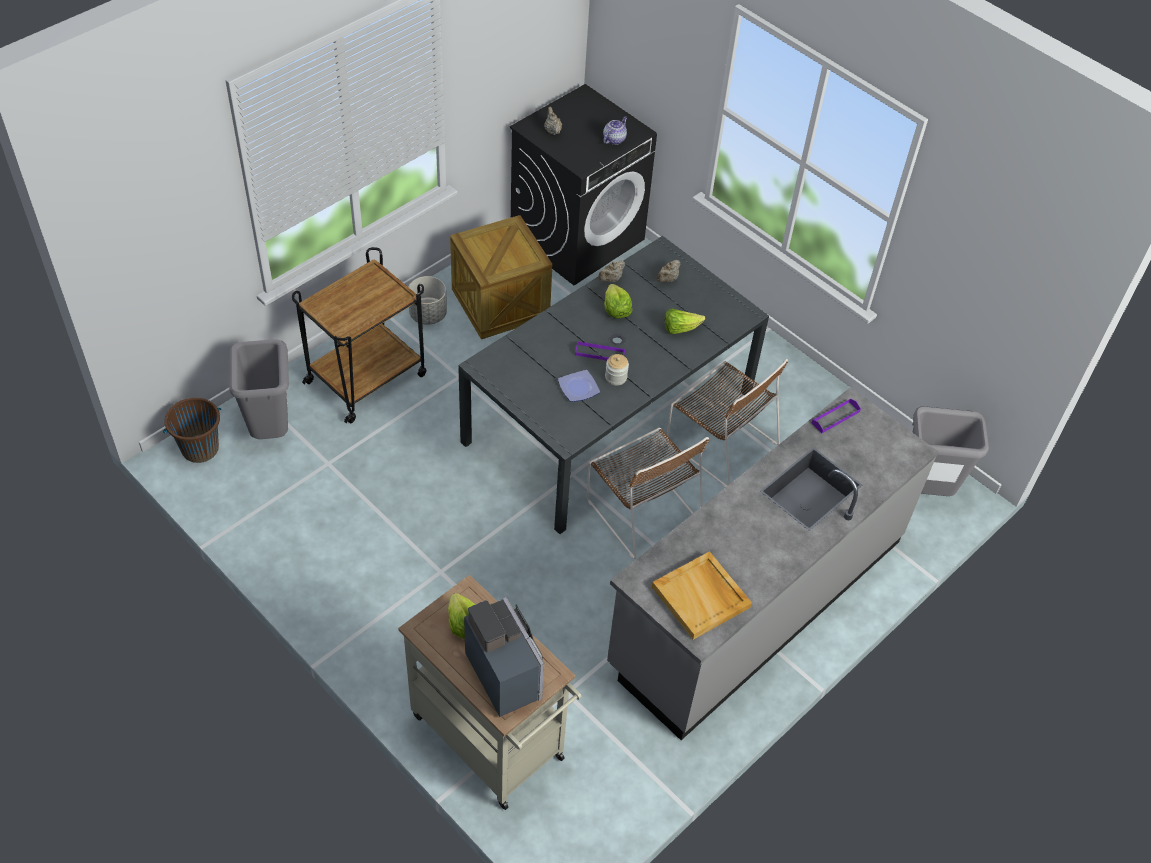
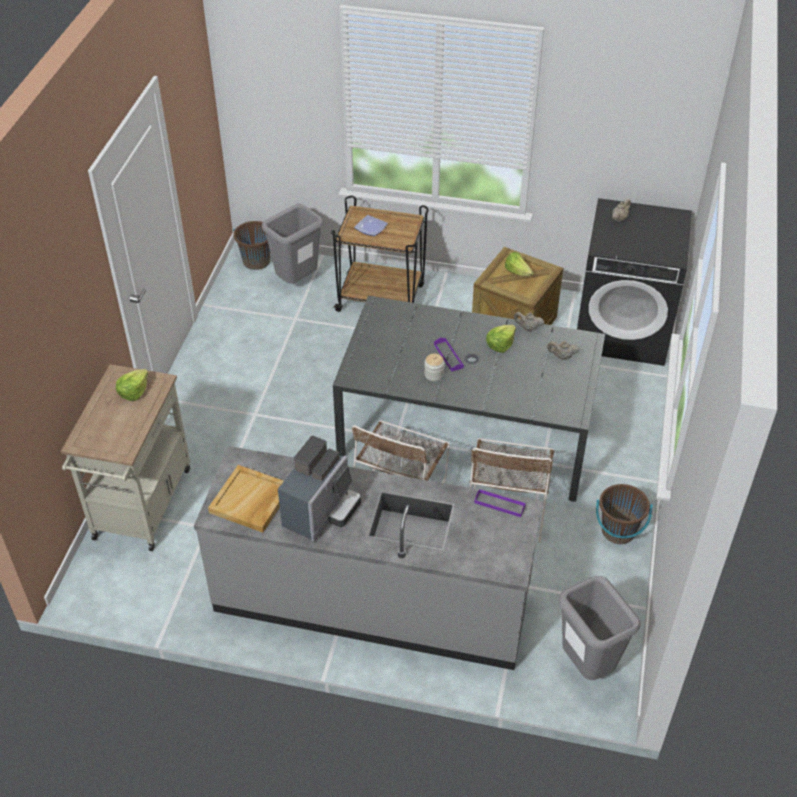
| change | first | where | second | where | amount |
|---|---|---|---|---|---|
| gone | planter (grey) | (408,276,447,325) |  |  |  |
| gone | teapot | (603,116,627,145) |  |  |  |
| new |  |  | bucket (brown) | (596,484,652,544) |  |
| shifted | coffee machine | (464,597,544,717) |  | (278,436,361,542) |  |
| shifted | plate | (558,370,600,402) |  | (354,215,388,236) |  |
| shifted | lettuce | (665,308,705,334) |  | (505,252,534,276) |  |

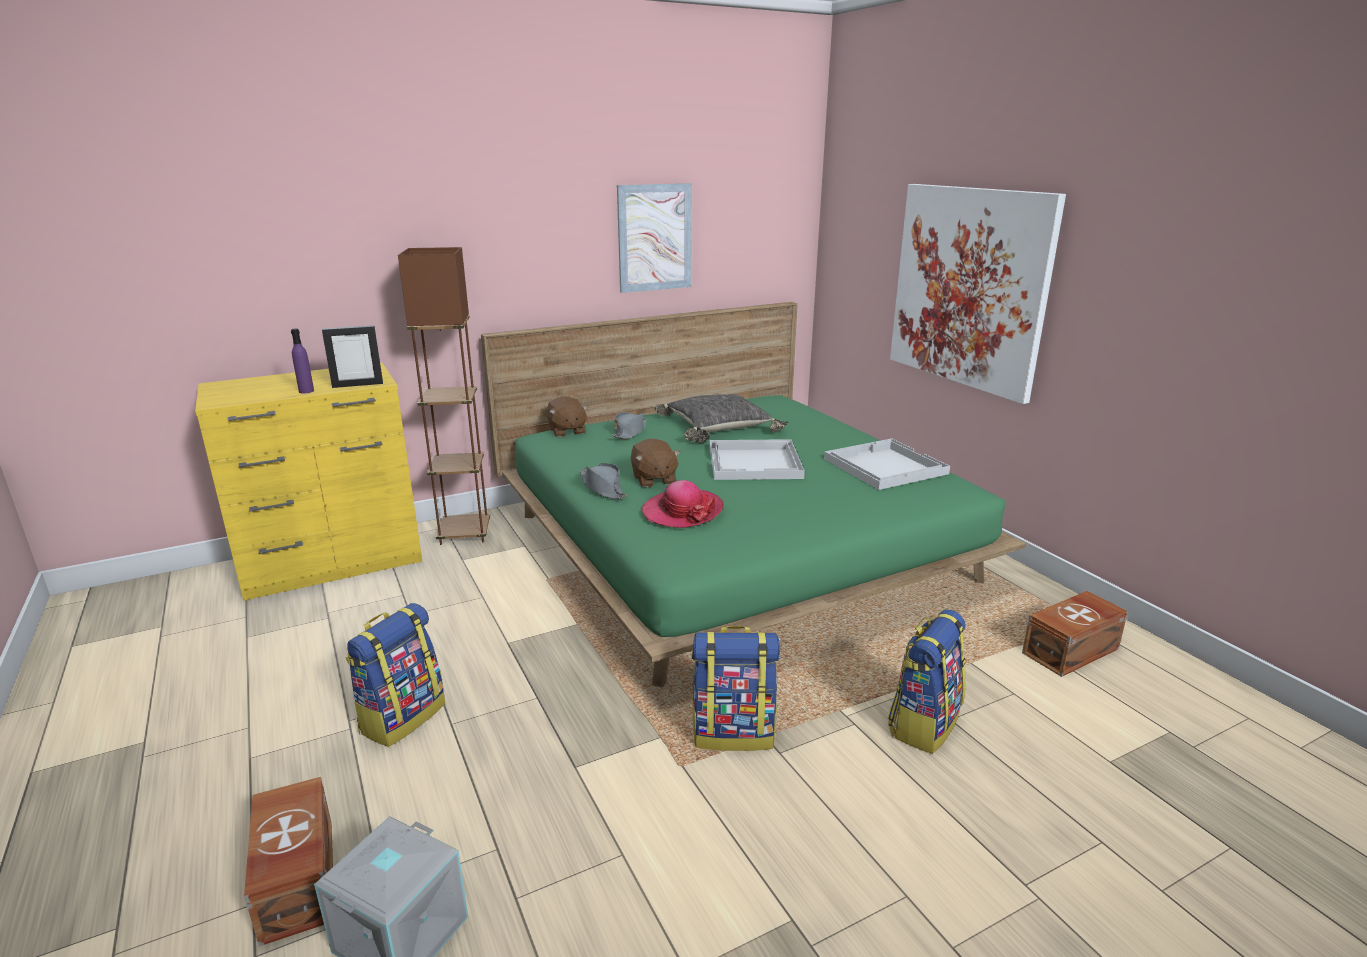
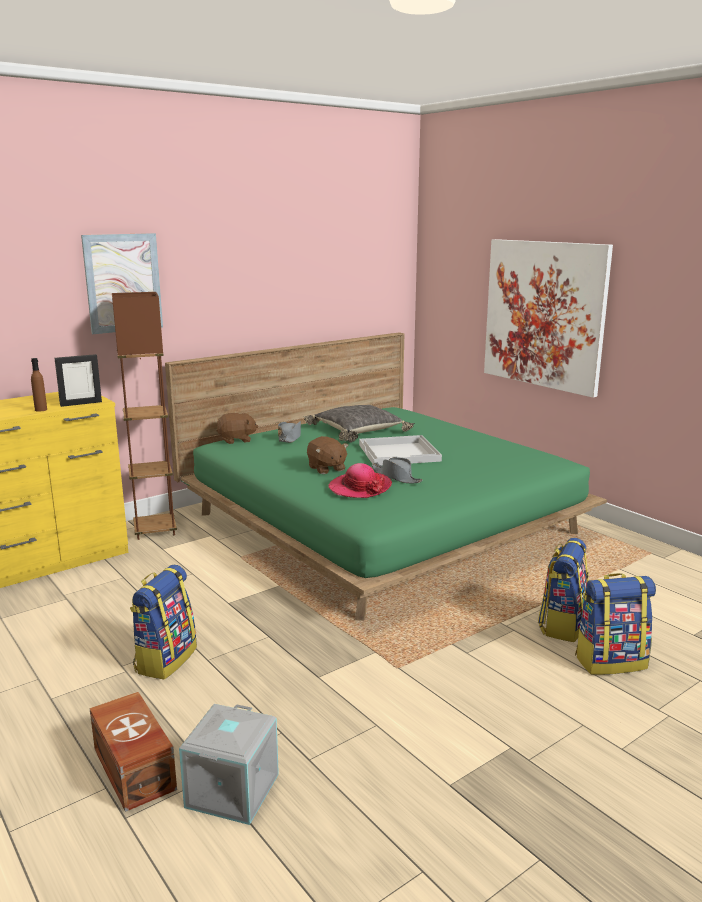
| change | first | where | second | where | amount |
|---|---|---|---|---|---|
| gone | tray (white) | (824,438,950,490) |  |  |  |
| gone | storage box (brown) | (1022,591,1128,677) |  |  |  |
| shifted | hat (grey) | (580,463,627,499) |  | (371,457,423,483) |  |
| shifted | picture | (617,183,692,293) |  | (81,233,163,334) |  |
| shifted | backpack | (692,626,780,751) |  | (575,573,656,675) |  |
| repainted | bottle (purple) | (291,328,314,394) | bottle (brown) | (31,358,47,412) |  |
| rotated | plush toy (brown) | (547,396,588,437) |  | (216,413,258,444) | 75 degrees counterclockwise |

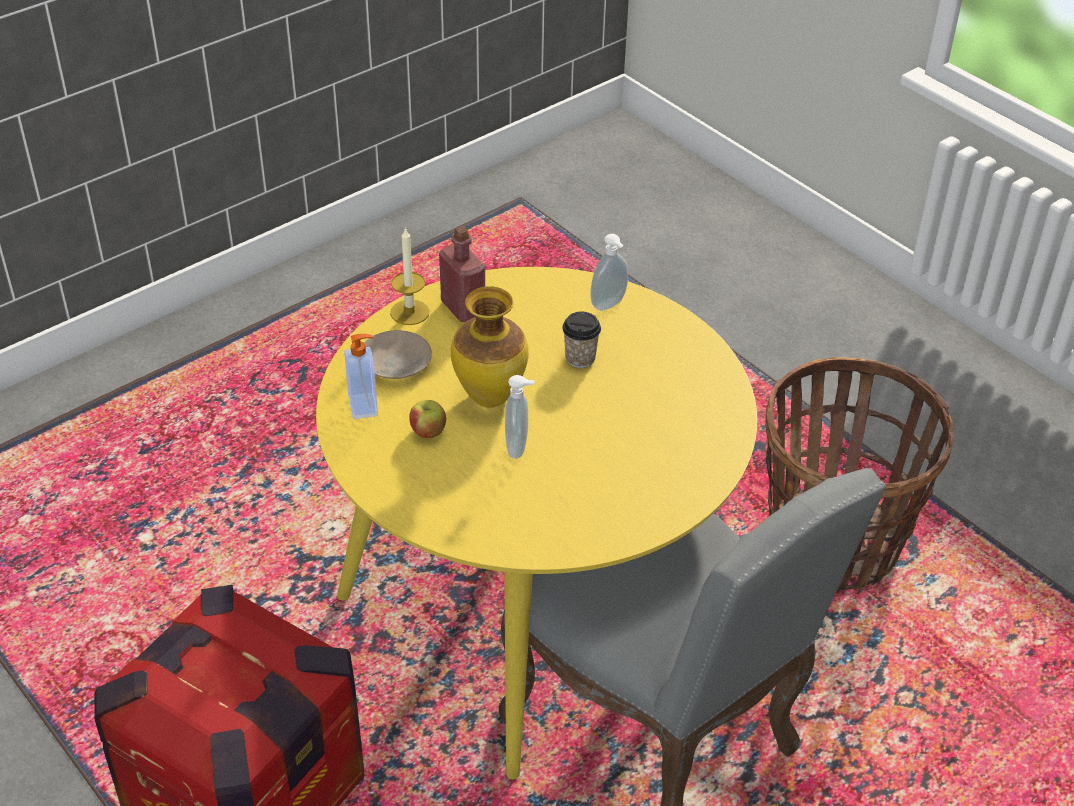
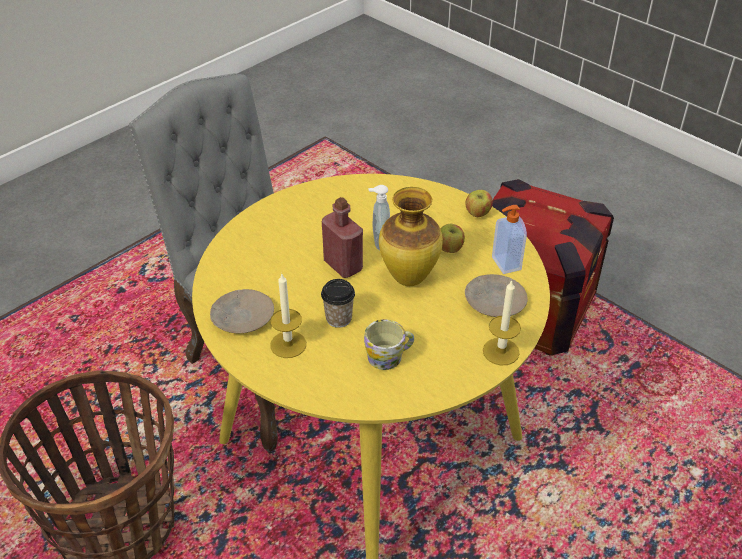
| change | first | where | second | where | amount |
|---|---|---|---|---|---|
| gone | soap dispenser | (590,234,628,311) |  |  |  |
| new |  |  | plate (beige) | (210,289,274,333) |  |
| new |  |  | candle | (270,274,306,358) |  |
| new |  |  | mug | (364,319,414,370) |  |
| new |  |  | apple | (465,190,493,217) |  |
| shifted | bottle (red) | (439,226,485,322) |  | (322,197,363,278) |  |

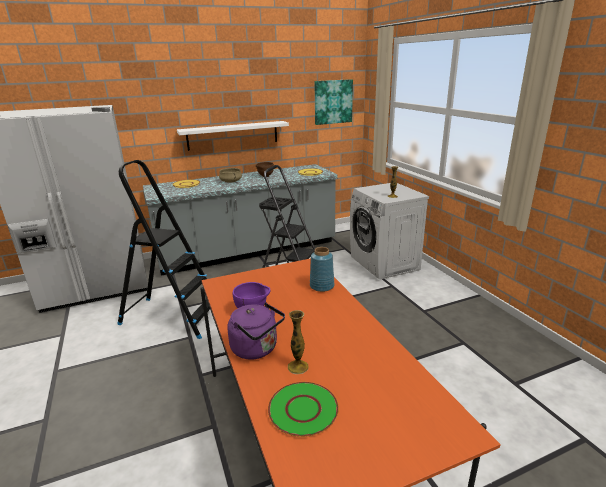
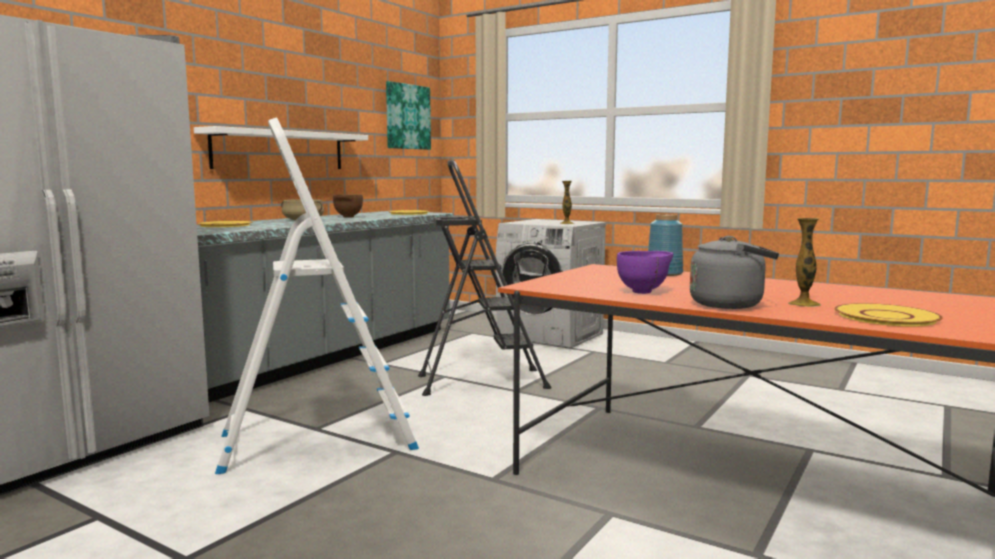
| change | first | where | second | where | amount |
|---|---|---|---|---|---|
| repainted | step ladder (black) | (117,160,210,339) | step ladder (white) | (215,118,419,474) |  |
| repainted | kettle (purple) | (227,302,285,360) | kettle (grey) | (690,236,779,309) |  |
| repainted | plate (green) | (268,382,339,437) | plate (yellow) | (835,303,943,327) |  |

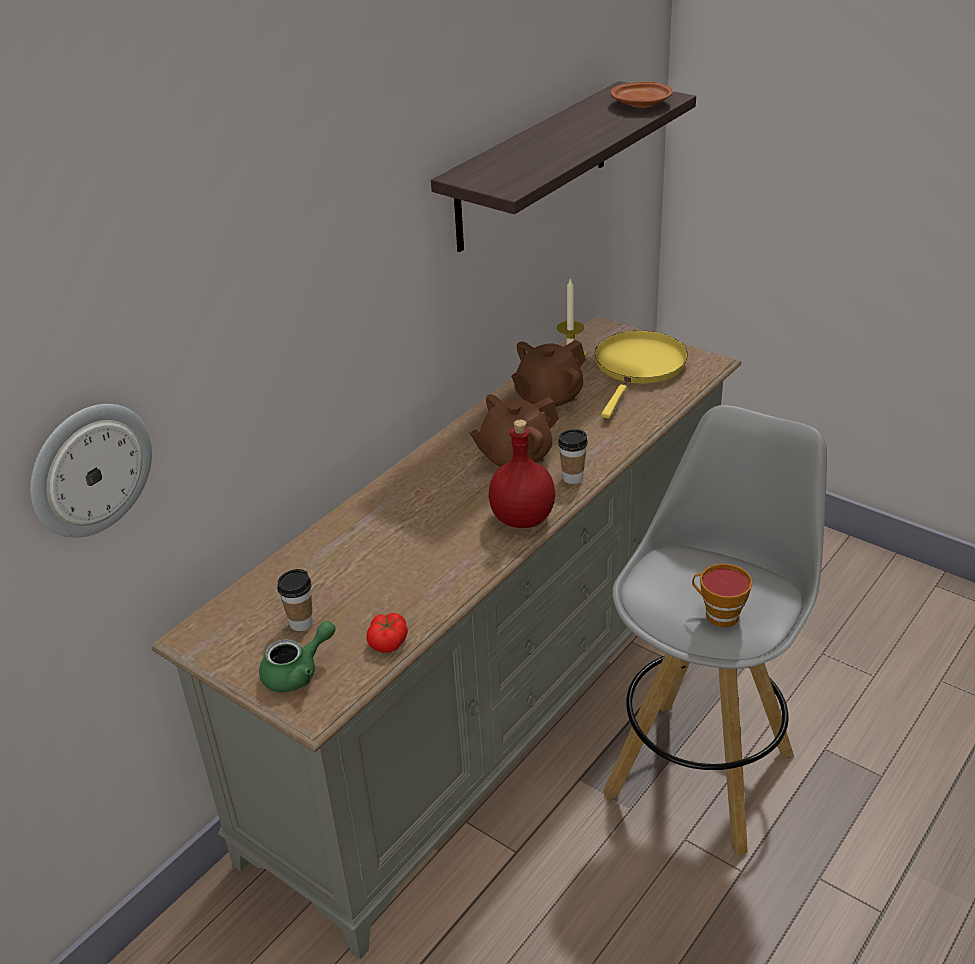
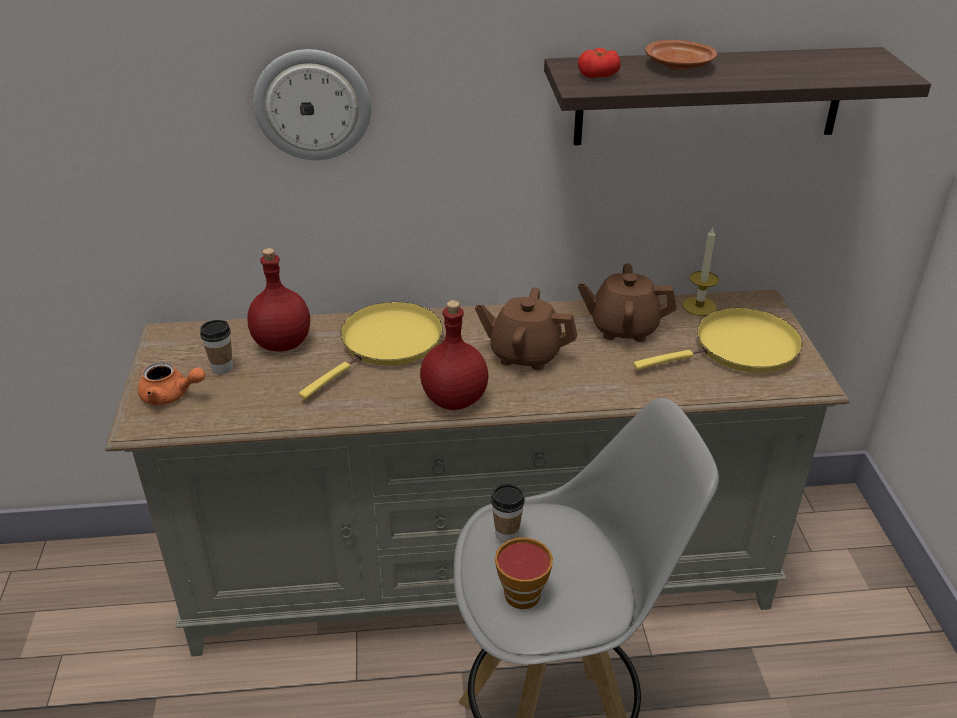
| change | first | where | second | where | amount |
|---|---|---|---|---|---|
| new |  |  | bottle (red) | (247,248,310,351) |  |
| new |  |  | frying pan (yellow) | (299,302,443,399) |  |
| shifted | wall clock | (30,404,152,538) |  | (253,49,371,160) |  |
| shifted | tomato | (366,613,408,653) |  | (578,48,621,78) |  |
| shifted | cup | (558,429,588,484) |  | (491,484,525,543) |  |
| shifted | plate (brown) | (610,82,673,108) |  | (645,40,717,70) |  |
| repainted | teapot (green) | (259,621,336,692) | teapot (orange) | (138,362,205,405) |  |

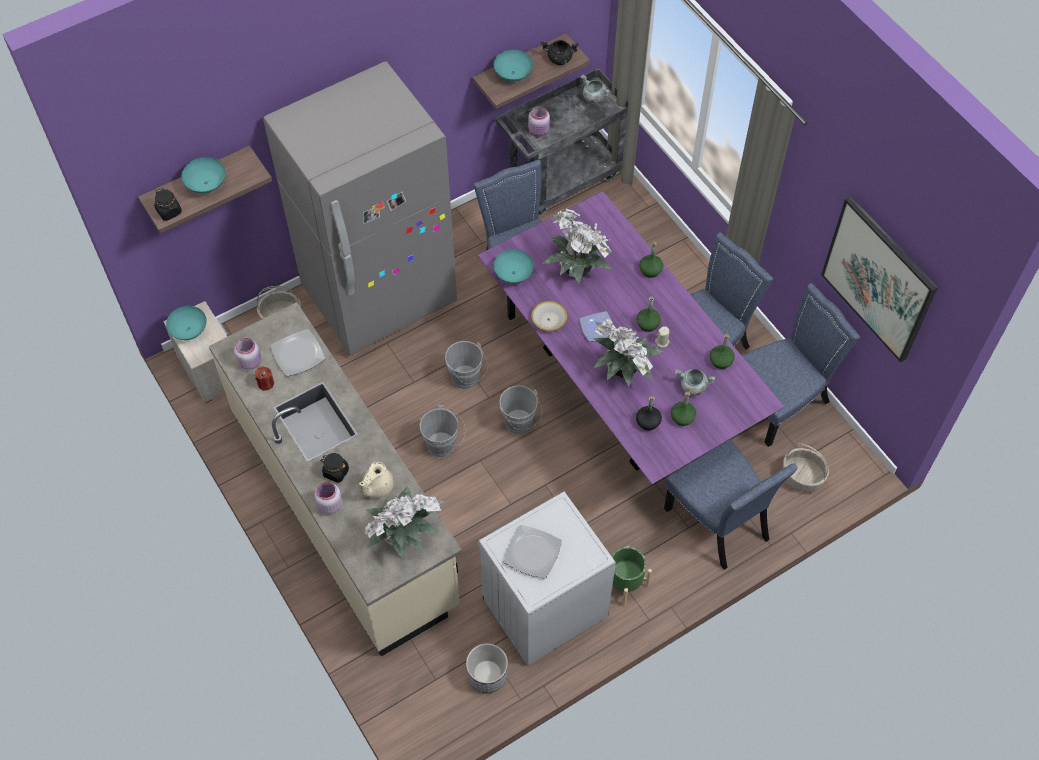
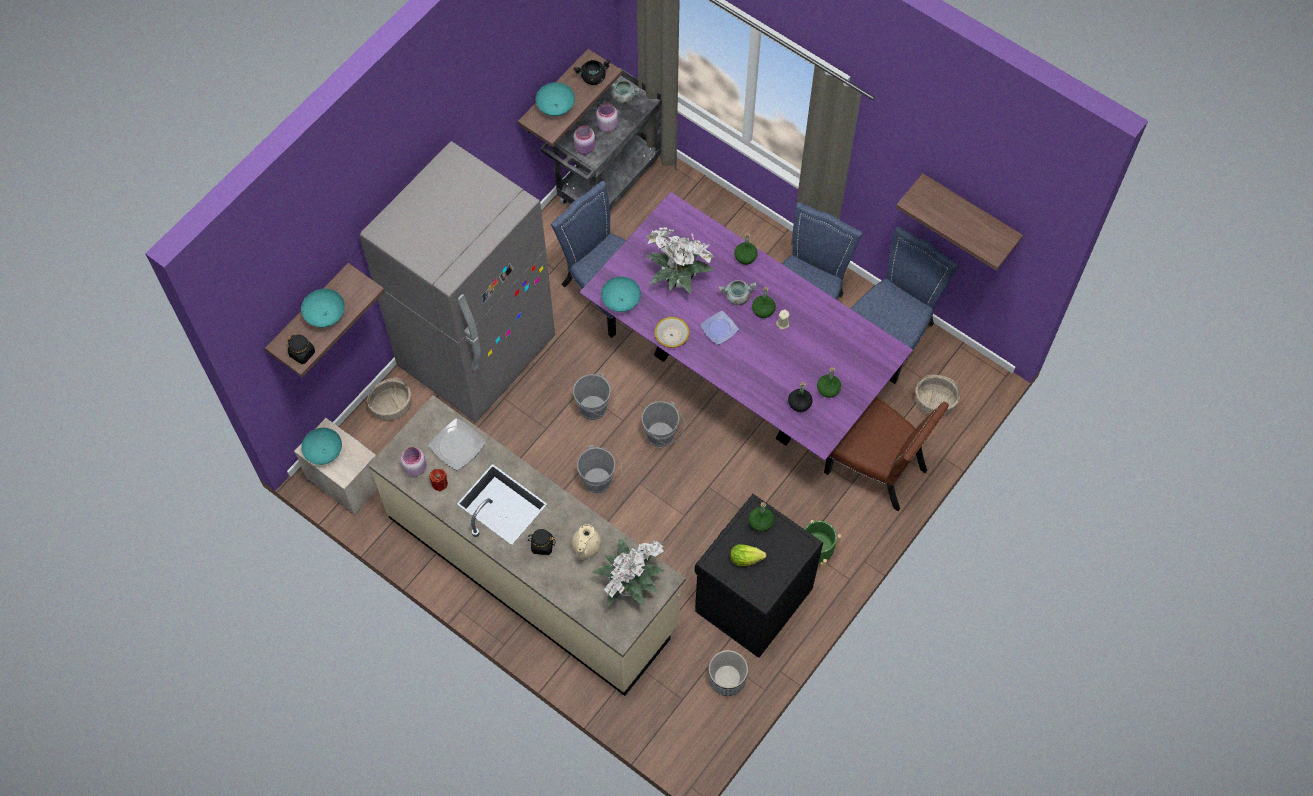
| change | first | where | second | where | amount |
|---|---|---|---|---|---|
| gone | potted plant | (593,319,663,387) |  |  |  |
| shifted | jar (pink) | (314,482,342,514) |  | (596,103,618,132) |  |
| shifted | cooking pot (grey) | (675,369,715,396) |  | (718,280,757,305) |  |
| shifted | bottle (green) | (710,334,735,369) |  | (749,502,774,531) |  |
| swapped | plate | (504,525,562,579) | lettuce | (730,544,766,566) |  |
| swapped | picture | (821,196,938,362) | shelf | (896,173,1023,271) |  |
| repainted | washing machine (white) | (478,491,616,665) | washing machine (black) | (695,494,823,658) |  |
| repainted | chair (blue) | (664,439,798,570) | chair (brown) | (824,397,949,511) |  |

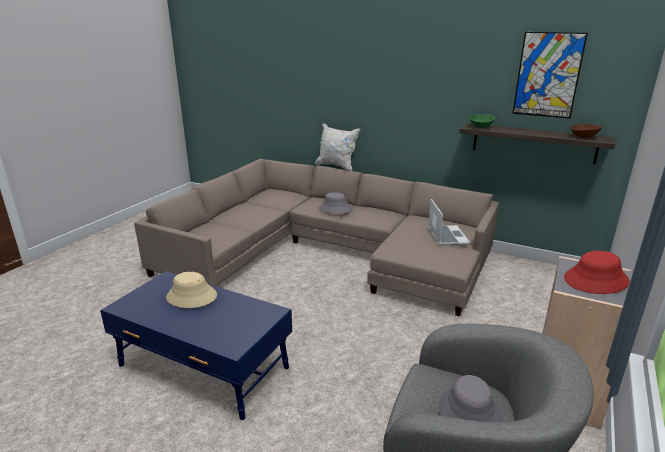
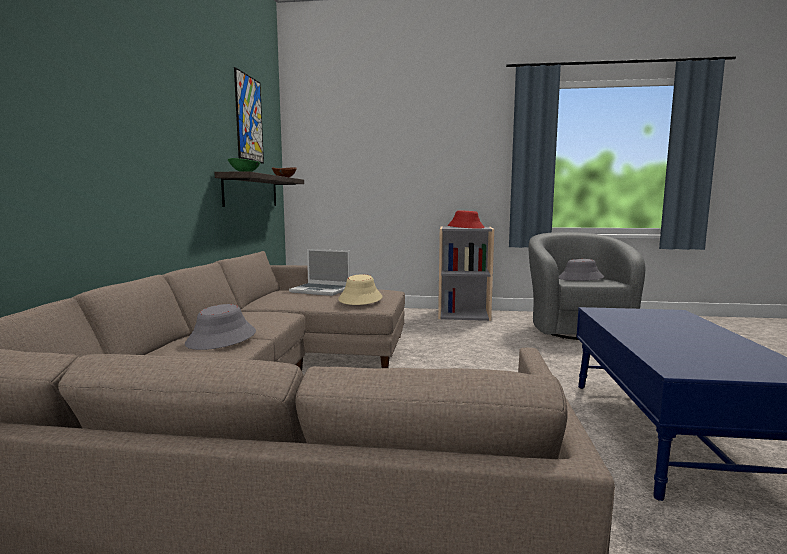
| change | first | where | second | where | amount |
|---|---|---|---|---|---|
| gone | pillow (white) | (315,123,360,172) |  |  |  |
| shifted | hat (beige) | (166,272,217,308) |  | (338,274,382,305) |  |
| rotated | laptop | (428,199,470,246) |  | (289,249,350,296) | 135 degrees counterclockwise |

